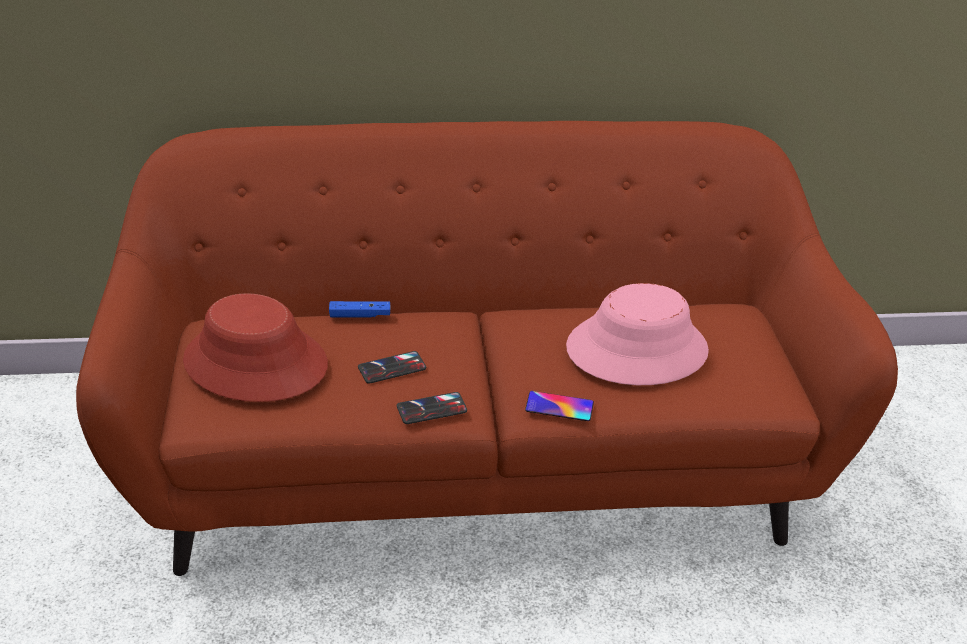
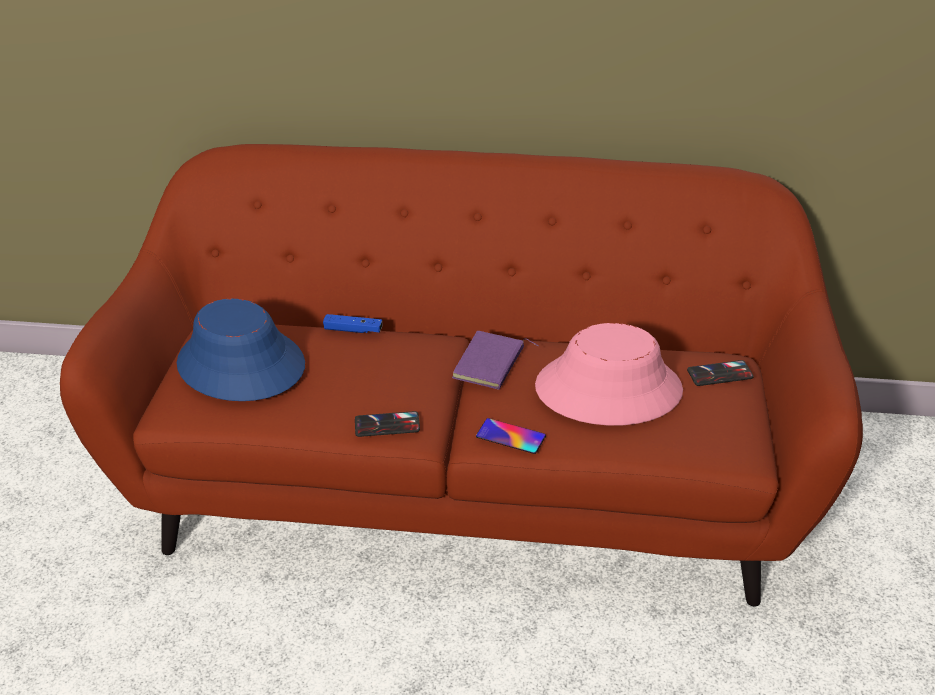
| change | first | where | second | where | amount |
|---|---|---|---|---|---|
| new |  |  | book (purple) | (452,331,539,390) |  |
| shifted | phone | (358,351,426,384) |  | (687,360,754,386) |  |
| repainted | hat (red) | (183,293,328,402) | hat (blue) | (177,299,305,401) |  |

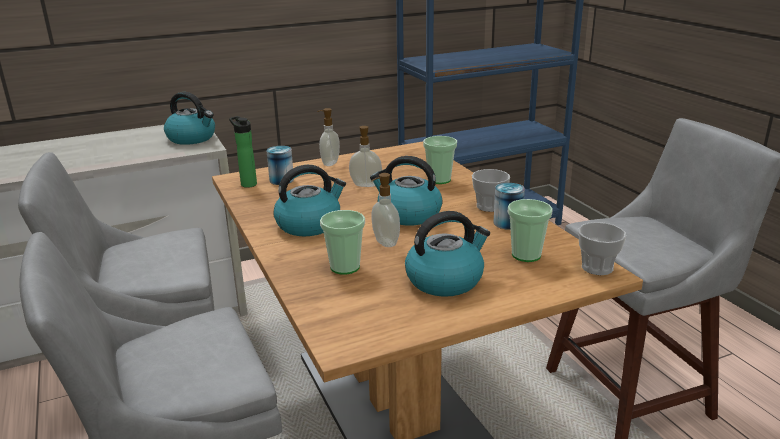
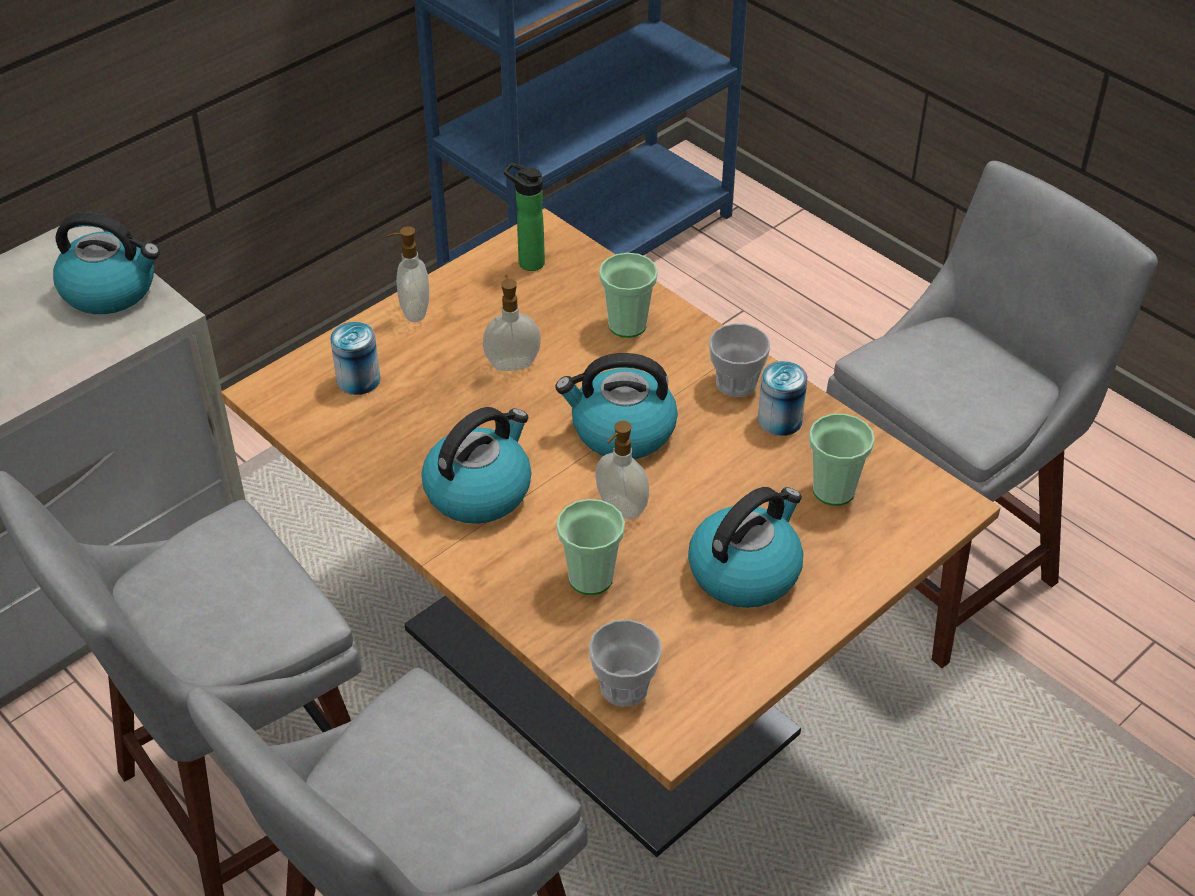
| change | first | where | second | where | amount |
|---|---|---|---|---|---|
| shifted | bottle | (229,116,257,188) |  | (504,163,545,271) |  |
| shifted | cup | (578,222,626,275) |  | (589,619,662,706) |  |

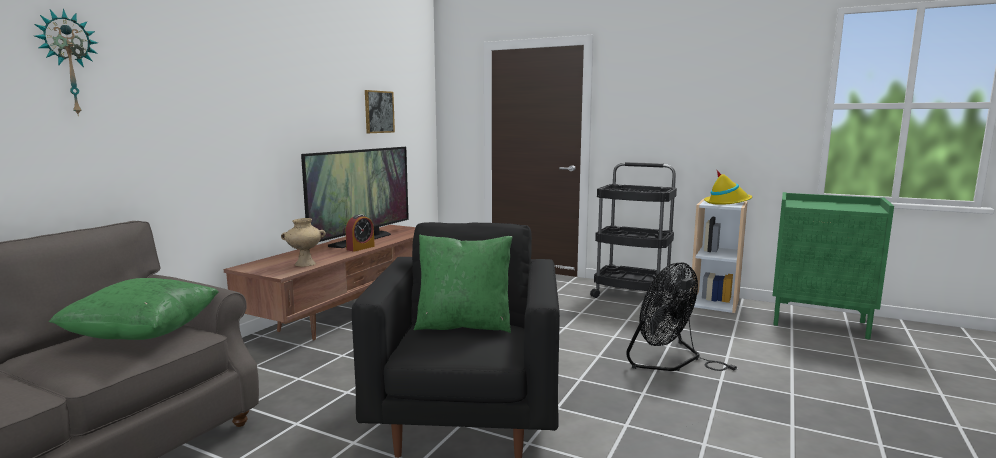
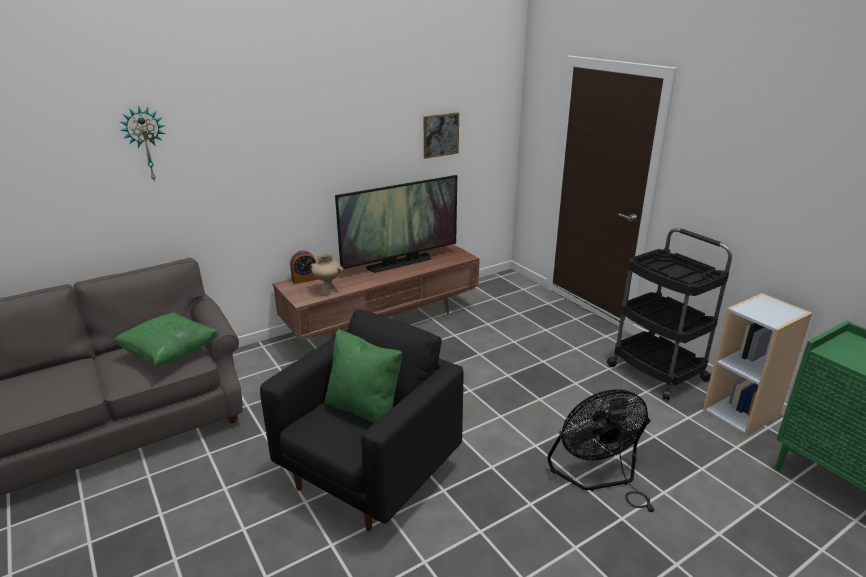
| change | first | where | second | where | amount |
|---|---|---|---|---|---|
| gone | hat (yellow) | (704,169,752,205) |  |  |  |
| shifted | alarm clock | (346,214,375,252) |  | (290,251,318,284) |  |

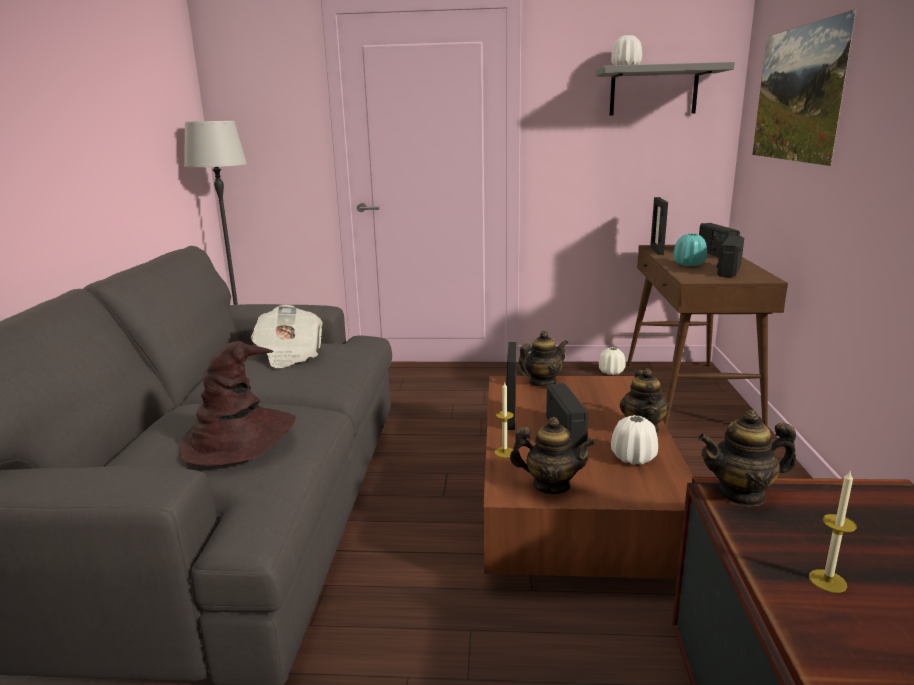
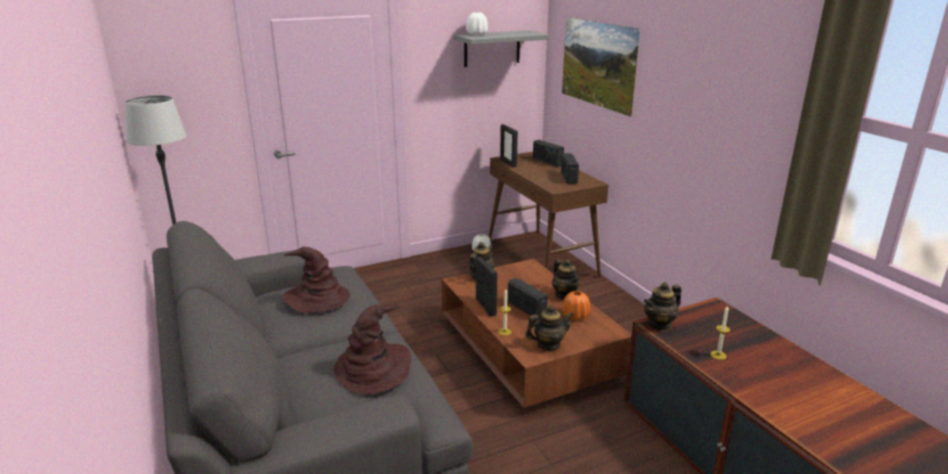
| change | first | where | second | where | amount |
|---|---|---|---|---|---|
| gone | vase (turquoise) | (673,233,707,266) |  |  |  |
| swapped | newspaper | (251,305,323,368) | hat (brown) | (283,247,350,313) |  |
| repainted | vase (white) | (611,415,658,465) | vase (orange) | (562,291,590,320) |  |

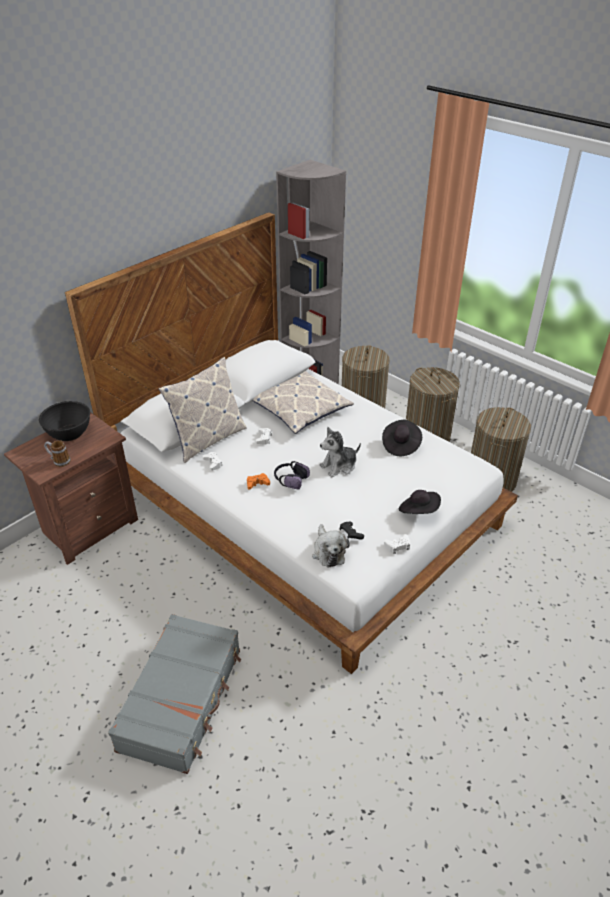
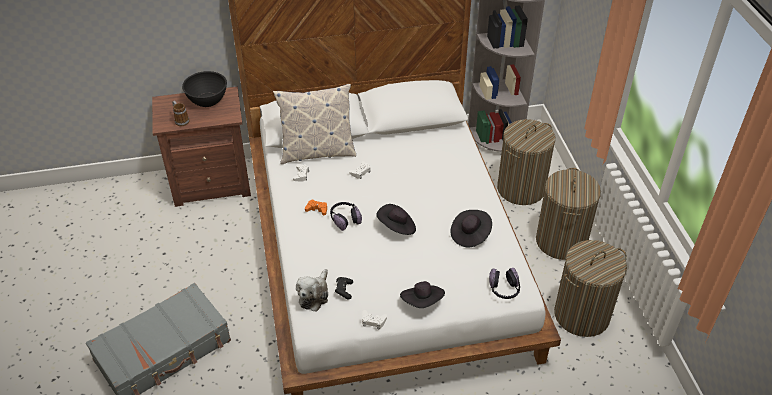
| change | first | where | second | where | amount |
|---|---|---|---|---|---|
| gone | pillow | (252,371,354,434) |  |  |  |
| new |  |  | headphones | (489,268,520,299) |  |
| swapped | plush toy | (320,427,361,478) | hat (black) | (376,204,416,235) |  |

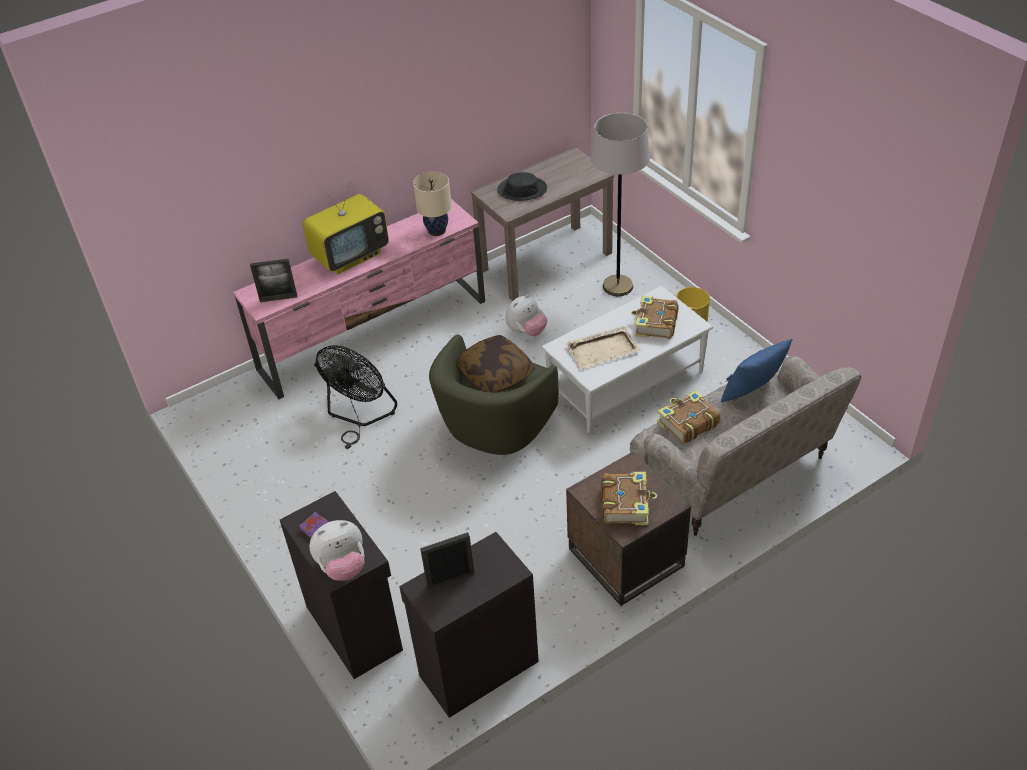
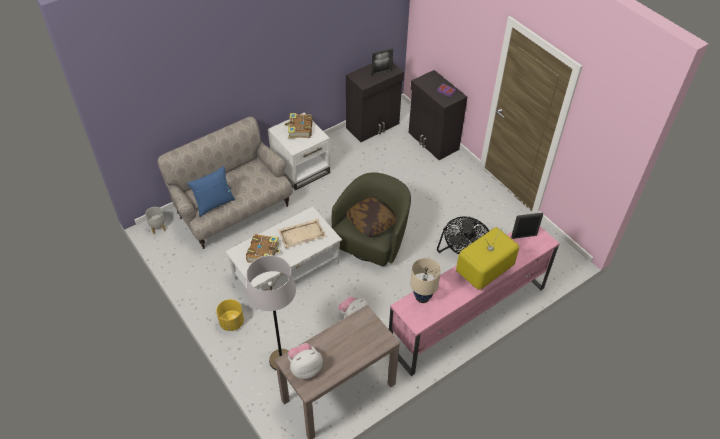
| change | first | where | second | where | amount |
|---|---|---|---|---|---|
| gone | hat (black) | (497,172,547,201) |  |  |  |
| gone | book | (657,390,720,444) |  |  |  |
| new |  |  | planter (grey) | (145,207,166,234) |  |
| shifted | plush toy | (309,520,364,581) |  | (288,343,323,379) |  |
| repainted | side table (brown) | (566,451,691,606) | side table (white) | (268,113,330,190) |  |

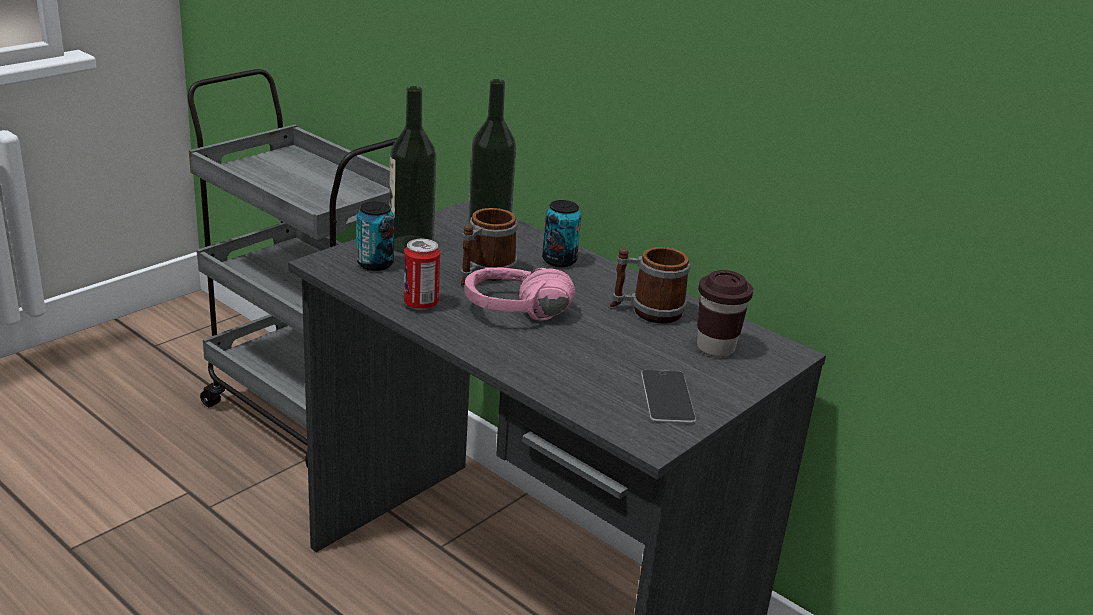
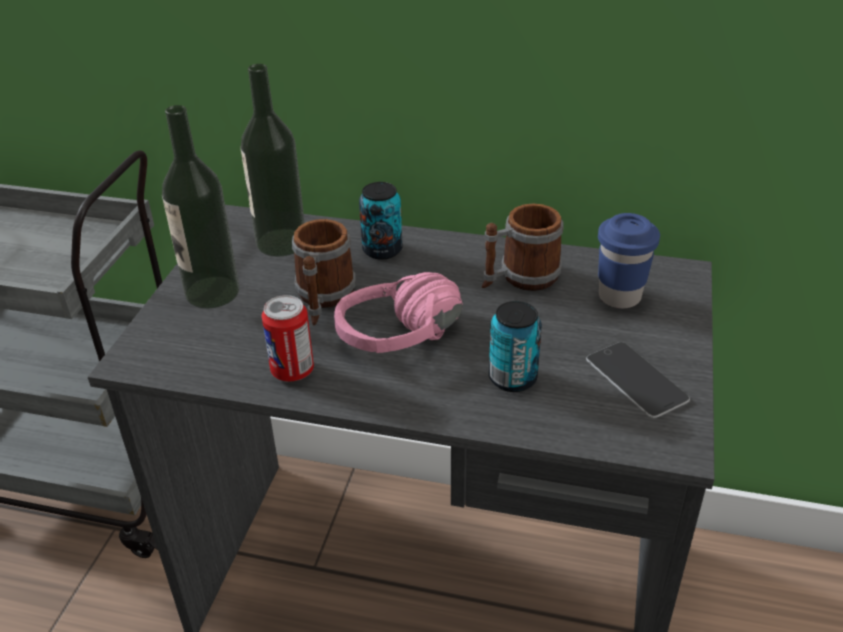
| change | first | where | second | where | amount |
|---|---|---|---|---|---|
| shifted | can | (357,201,394,271) |  | (489,301,542,392) |  |
| repainted | cup (brown) | (697,270,753,357) | cup (blue) | (598,213,660,308) |  |

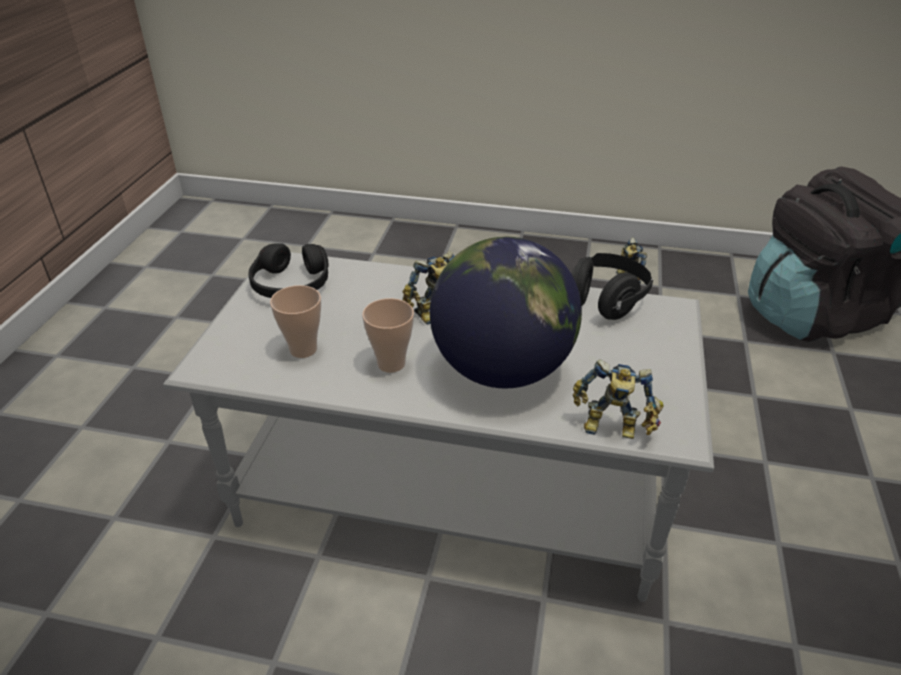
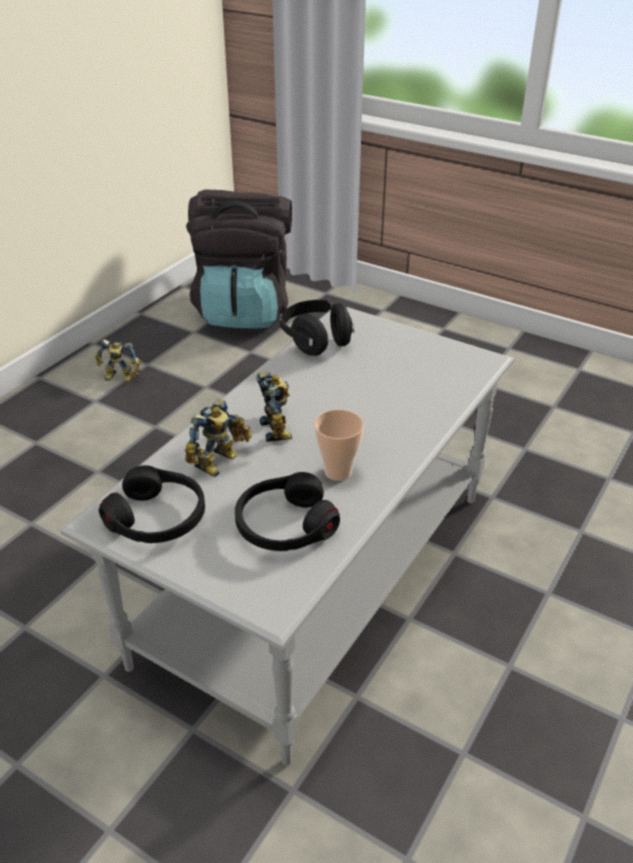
| change | first | where | second | where | amount |
|---|---|---|---|---|---|
| gone | globe | (430,237,582,389) |  |  |  |
| shifted | toy robot | (573,360,664,439) |  | (185,398,252,477) |  |
| swapped | cup | (270,285,321,358) | headphones (black) | (235,472,340,551) |  |

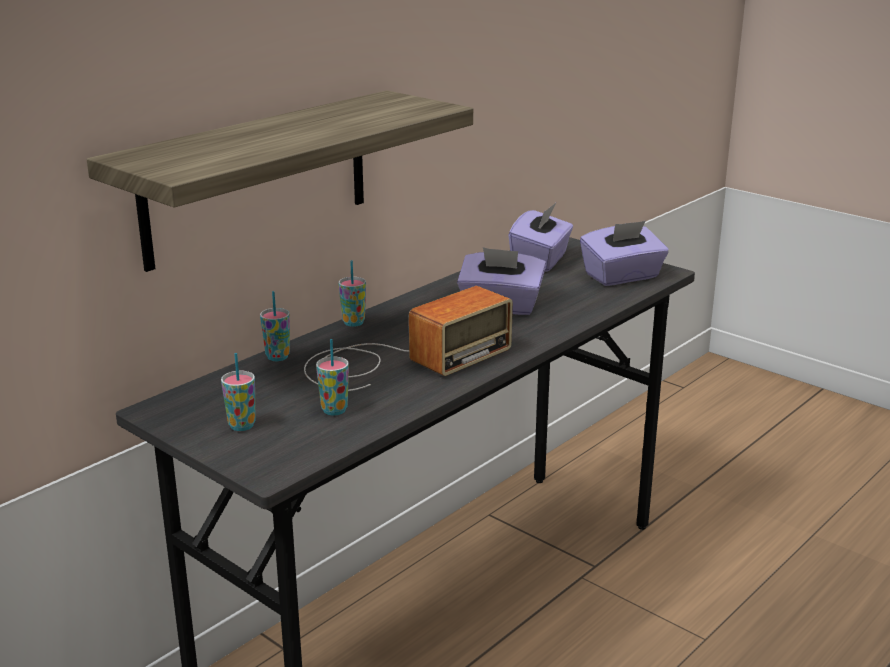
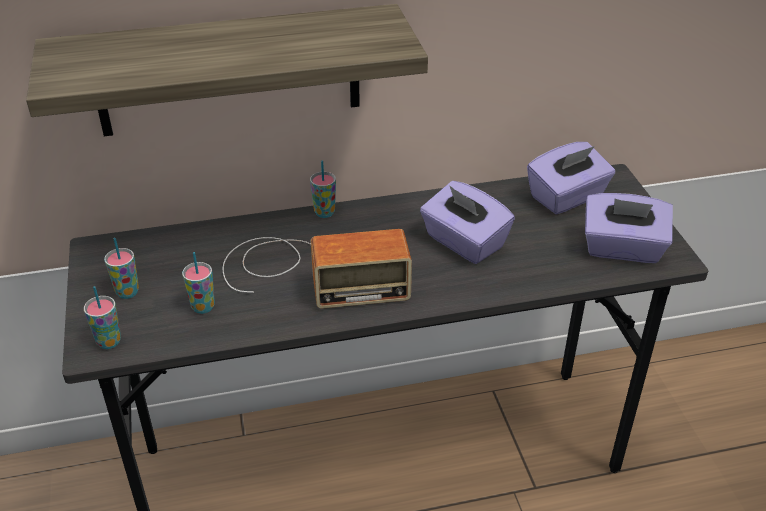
| change | first | where | second | where | amount |
|---|---|---|---|---|---|
| shifted | cup | (260,291,290,361) |  | (84,286,121,349) |  |

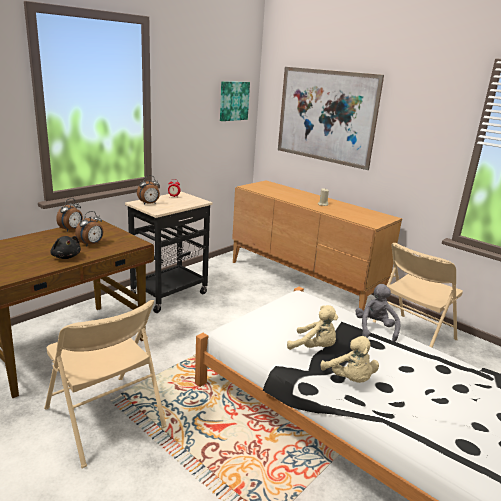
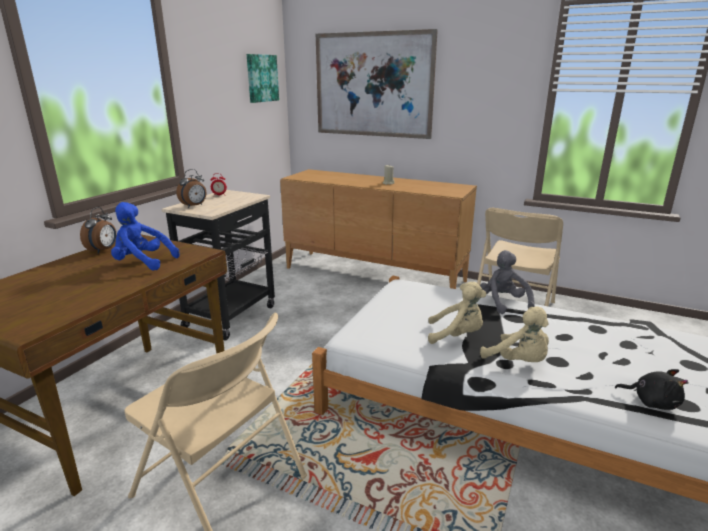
| change | first | where | second | where | amount |
|---|---|---|---|---|---|
| shifted | plush toy (black) | (51,236,81,259) |  | (615,369,688,410) |  |
| swapped | alarm clock | (75,211,103,247) | plush toy (blue) | (111,202,179,270) |  |

